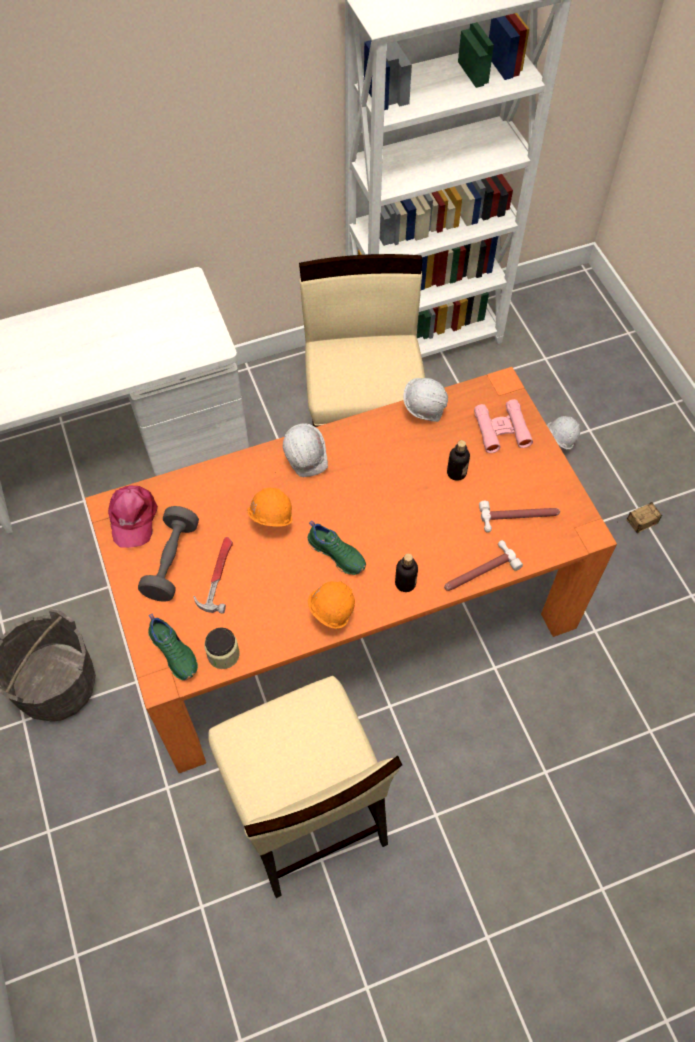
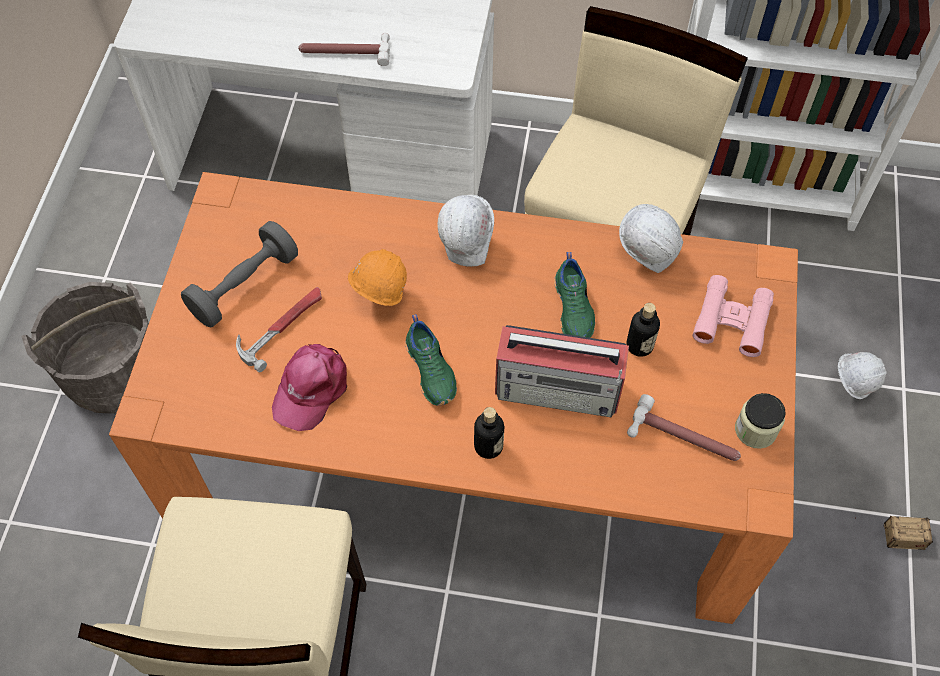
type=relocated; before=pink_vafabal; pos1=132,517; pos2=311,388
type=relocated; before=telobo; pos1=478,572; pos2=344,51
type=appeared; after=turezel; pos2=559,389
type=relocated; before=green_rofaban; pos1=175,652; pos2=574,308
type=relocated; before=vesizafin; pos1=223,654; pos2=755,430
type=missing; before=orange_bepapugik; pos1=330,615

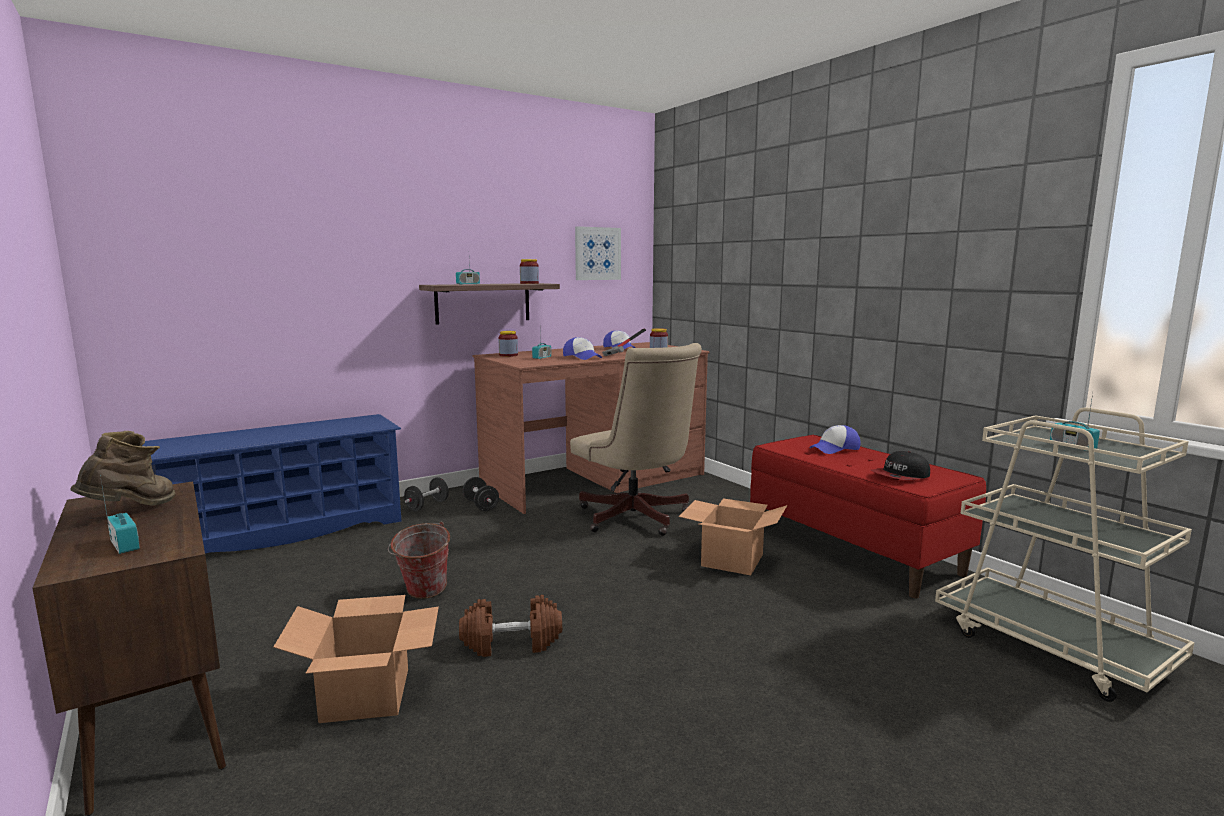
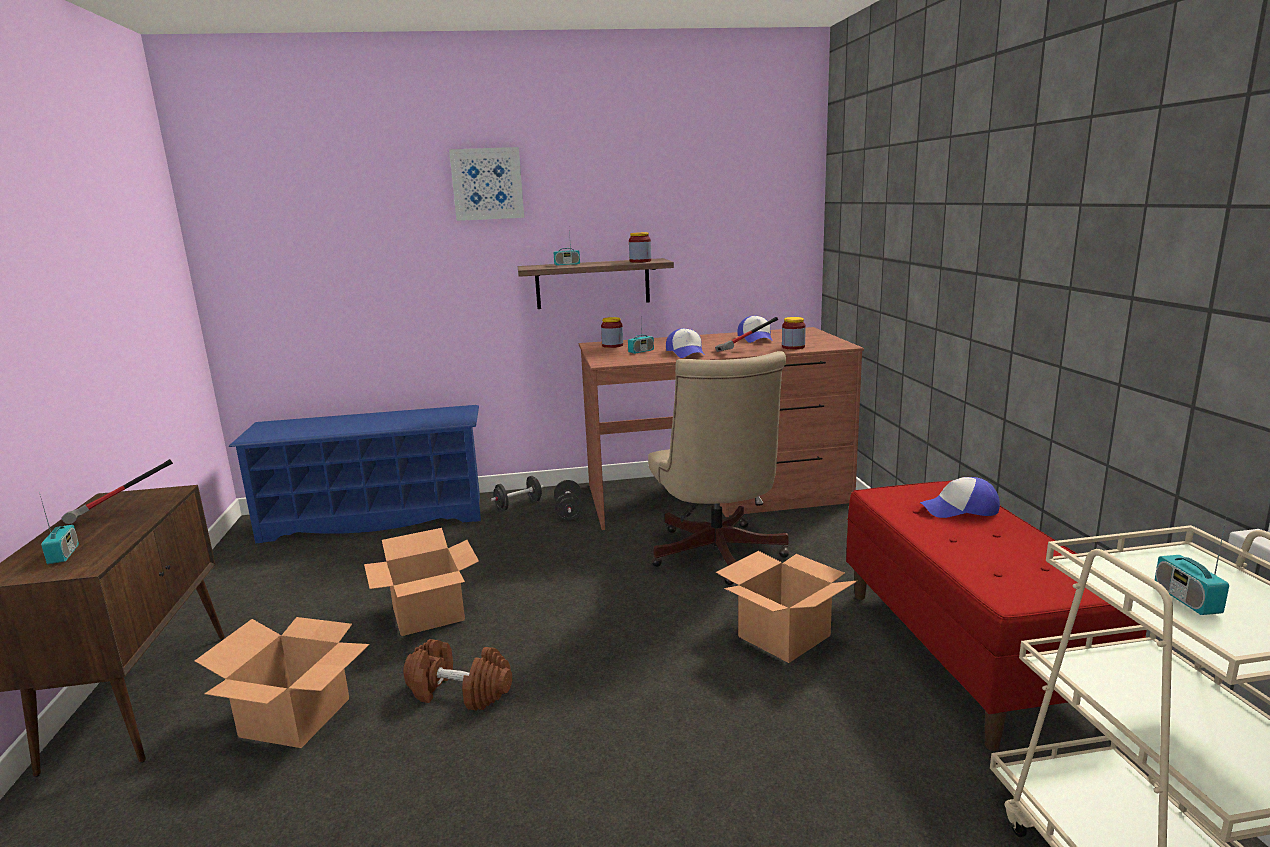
type=exchanged; before=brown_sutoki; after=telobo; pos1=133,511; pos2=116,515
type=exchanged; before=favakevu; after=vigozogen; pos1=422,594; pos2=429,613
type=relocated; before=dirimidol; pos1=597,253; pos2=487,184
type=missing; before=vafabal; pos1=900,476

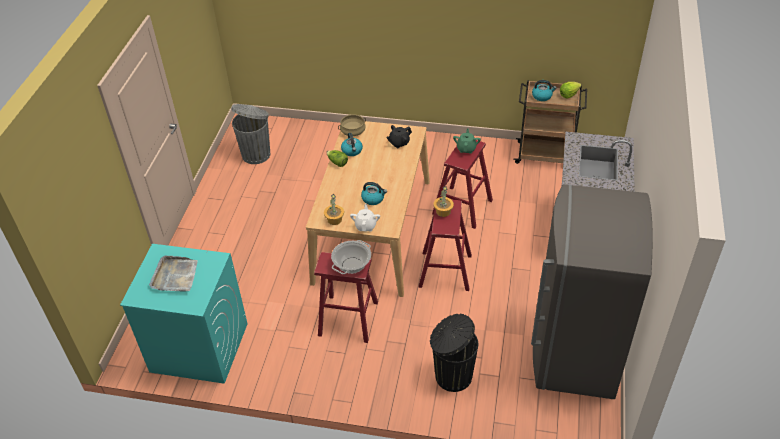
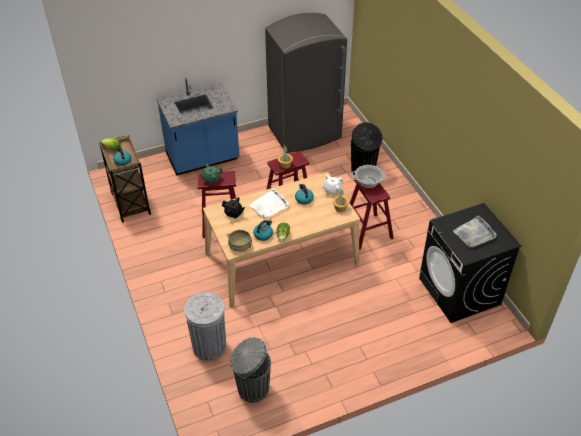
type=appeared; after=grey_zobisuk; pos2=209,346
type=appeared; after=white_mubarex; pos2=269,205
type=colour; before=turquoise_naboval; after=black_naboval; pos1=198,347; pos2=459,291

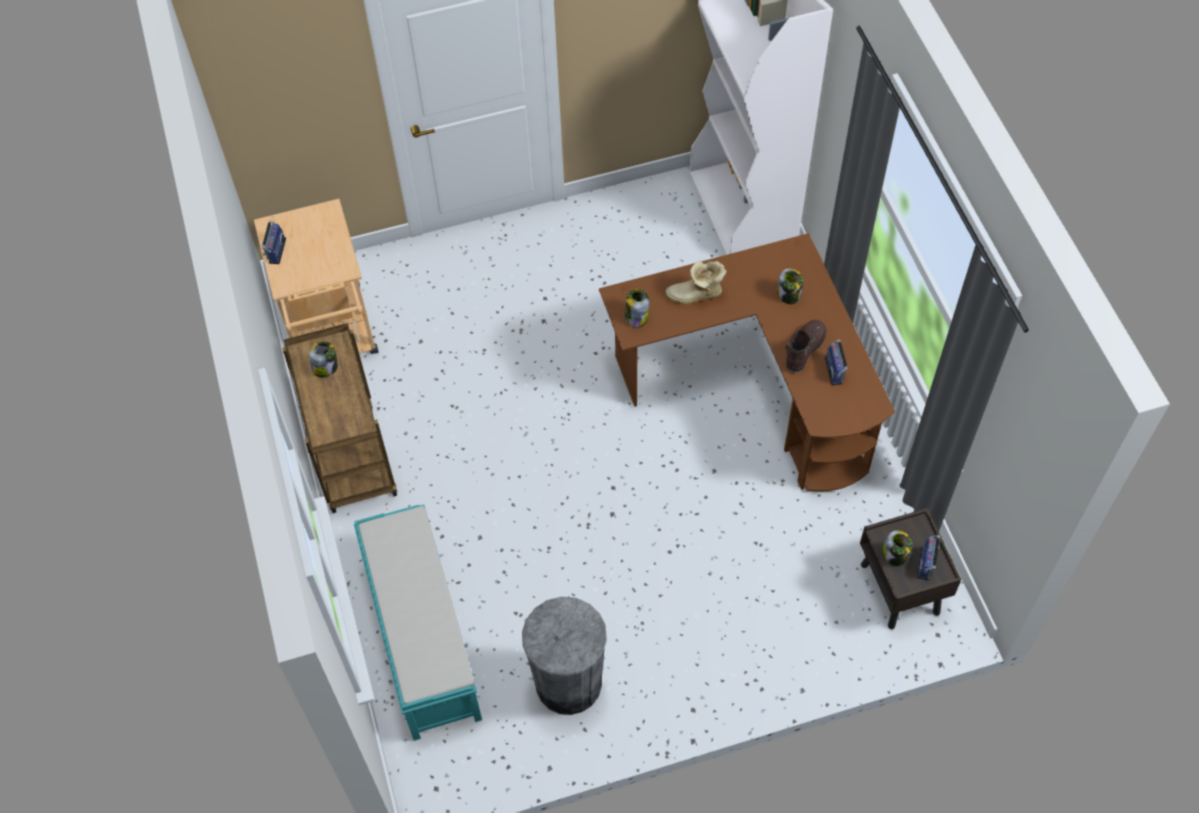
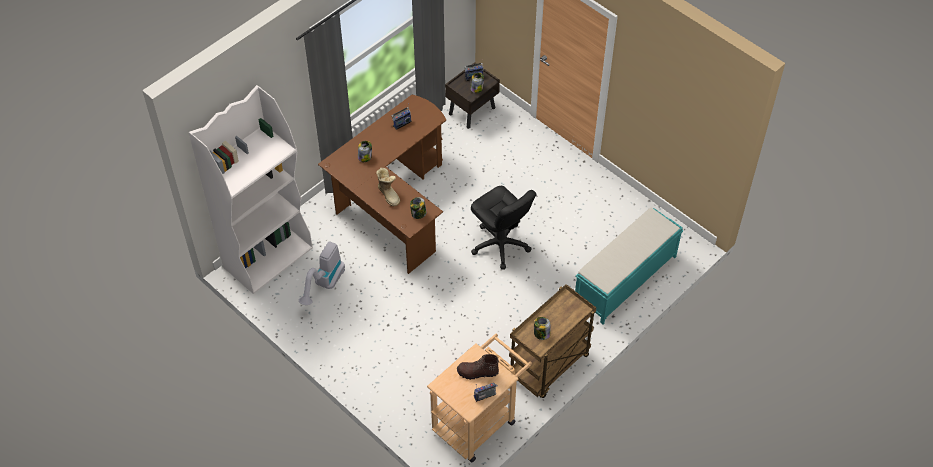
type=appeared; after=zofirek; pos2=324,285
type=relocated; before=brown_sutoki; pos1=804,349; pos2=477,373
type=appeared; after=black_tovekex; pos2=500,245
type=missing; before=grey_zobisuk; pos1=568,683

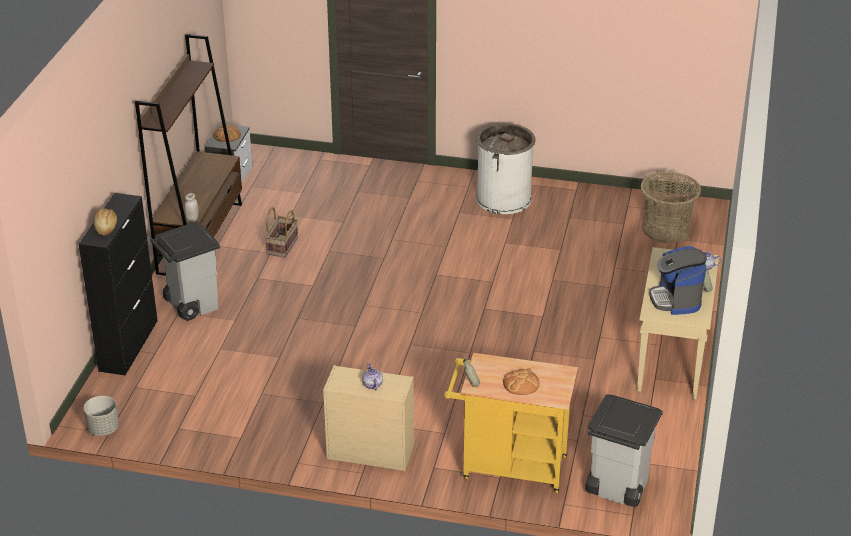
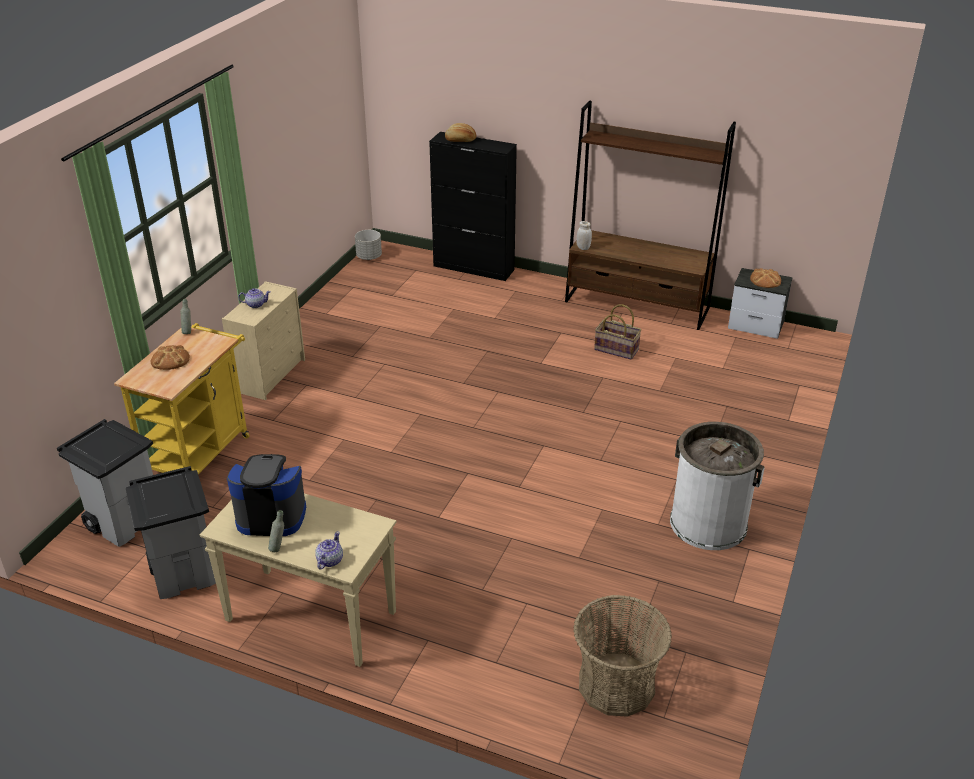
type=relocated; before=grey_zobisuk; pos1=191,305; pos2=185,573

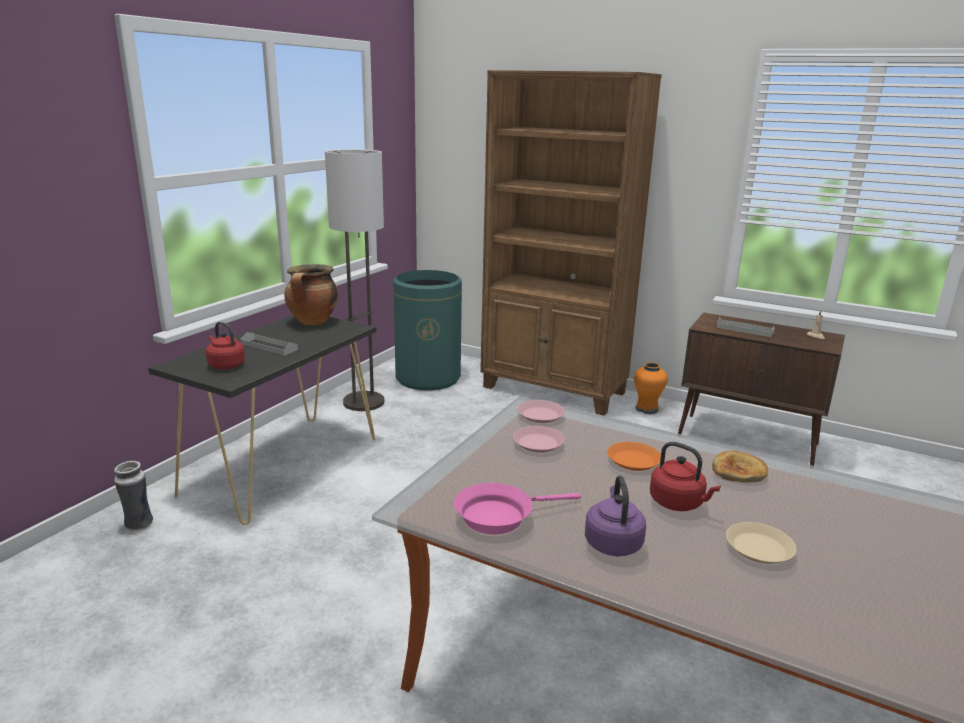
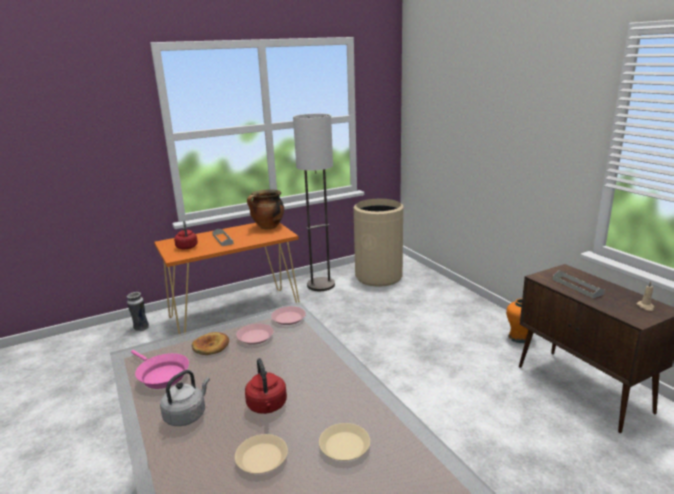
type=spun; before=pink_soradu; pos1=499,515; pos2=161,375; turn=-150
type=colour; before=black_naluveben; after=orange_naluveben; pos1=283,465; pos2=236,314
type=colour; before=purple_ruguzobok; after=grey_ruguzobok; pos1=612,542; pos2=187,415
type=relocated; before=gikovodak; pos1=739,471; pos2=211,346
type=appeared; after=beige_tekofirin; pos2=344,446
type=colour; before=green_zobisuk; after=beige_zobisuk; pos1=428,378; pos2=379,276
type=missing; before=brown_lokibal; pos1=554,390
type=missing; before=orange_tekofirin; pos1=633,460

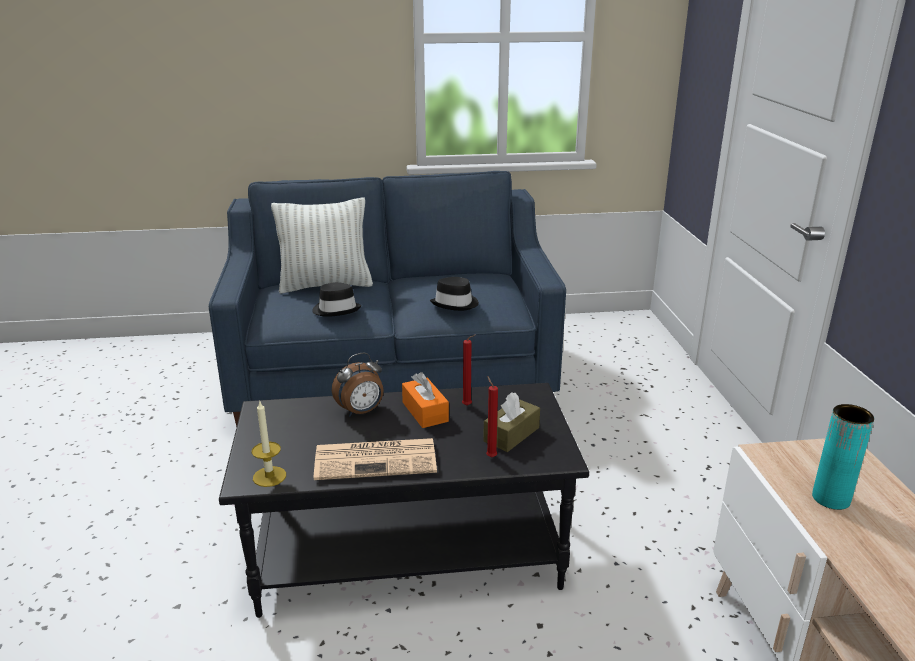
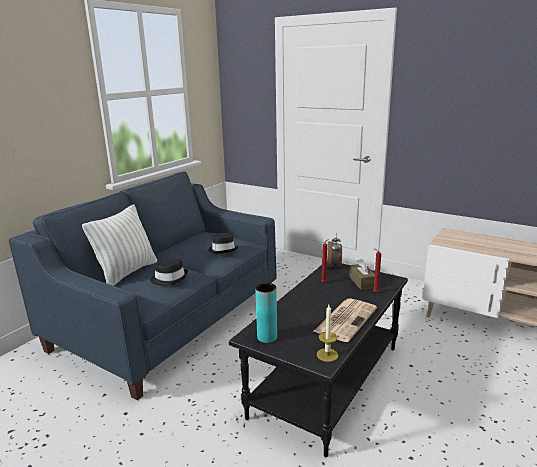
type=relocated; before=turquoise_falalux; pos1=831,498; pos2=267,337
type=relocated; before=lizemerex; pos1=361,412; pos2=334,266
type=missing; before=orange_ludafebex; pos1=425,412

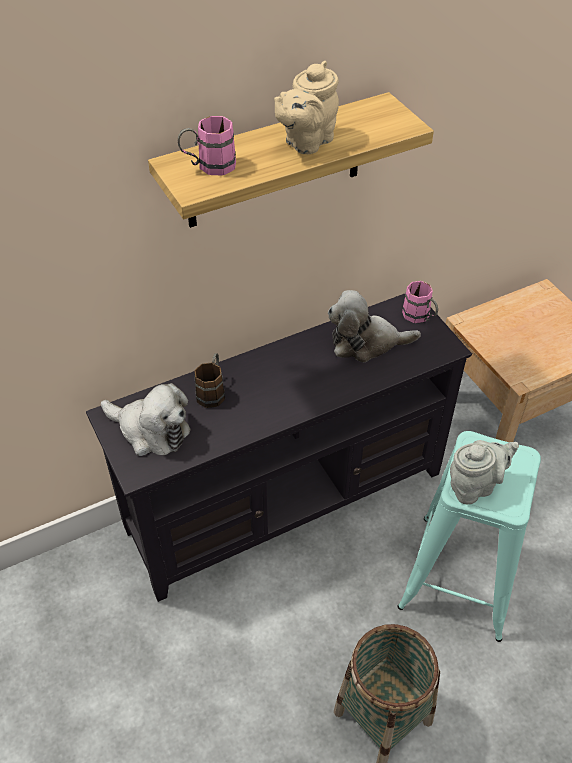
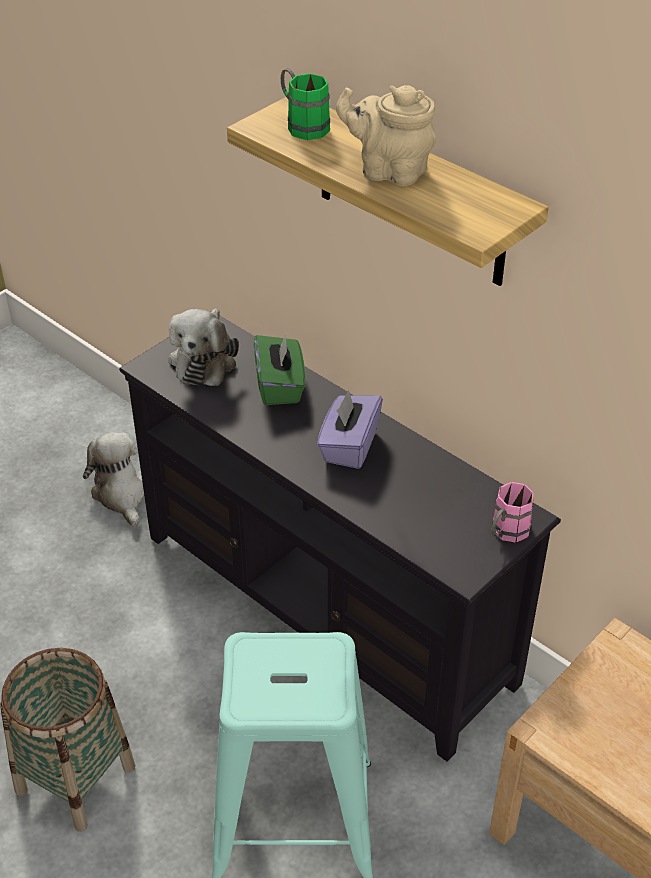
type=relocated; before=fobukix; pos1=366,342; pos2=121,494
type=exchanged; before=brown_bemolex; after=green_ludafebex; pos1=212,391; pos2=280,386
type=colour; before=pink_bemolex; after=green_bemolex; pos1=208,166; pos2=302,125
type=appeared; after=purple_ludafebex; pos2=349,446
type=missing; before=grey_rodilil; pos1=474,486

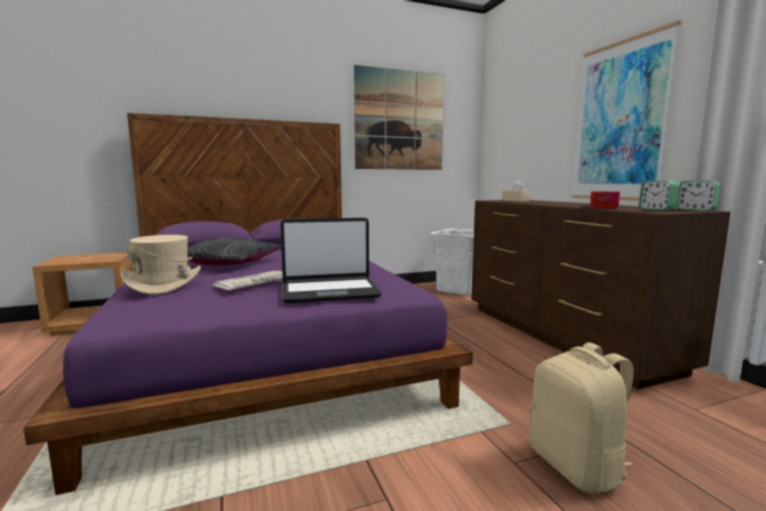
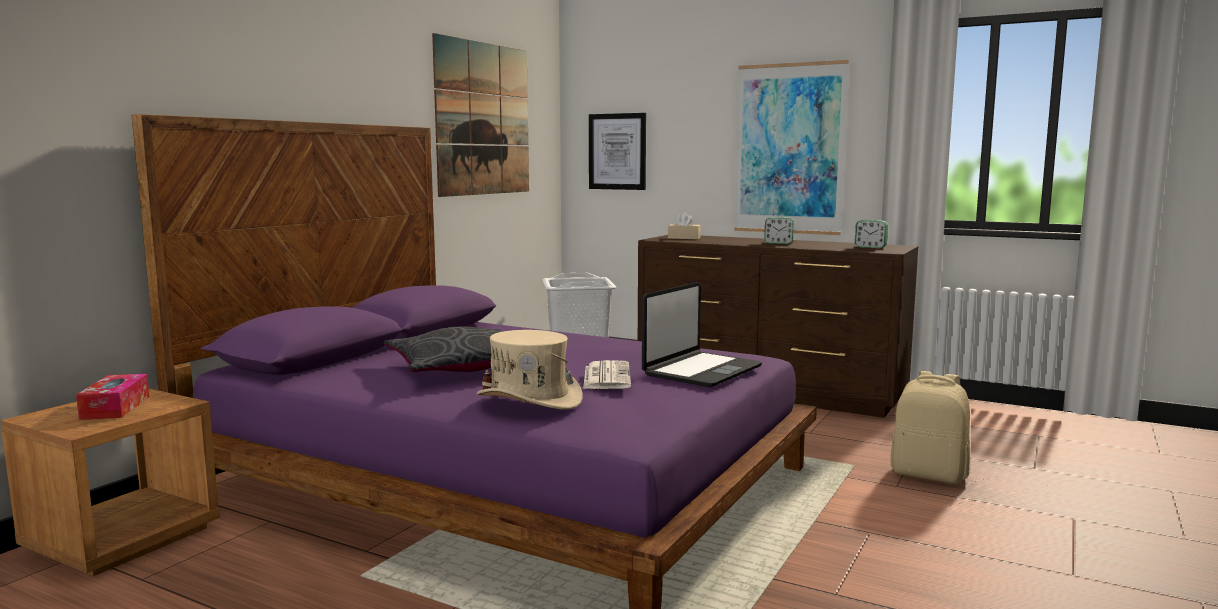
type=relocated; before=ludafebex; pos1=604,207; pos2=115,407
type=appeared; after=dirimidol; pos2=617,151
type=relocated; before=lizemerex; pos1=696,210; pos2=778,243

